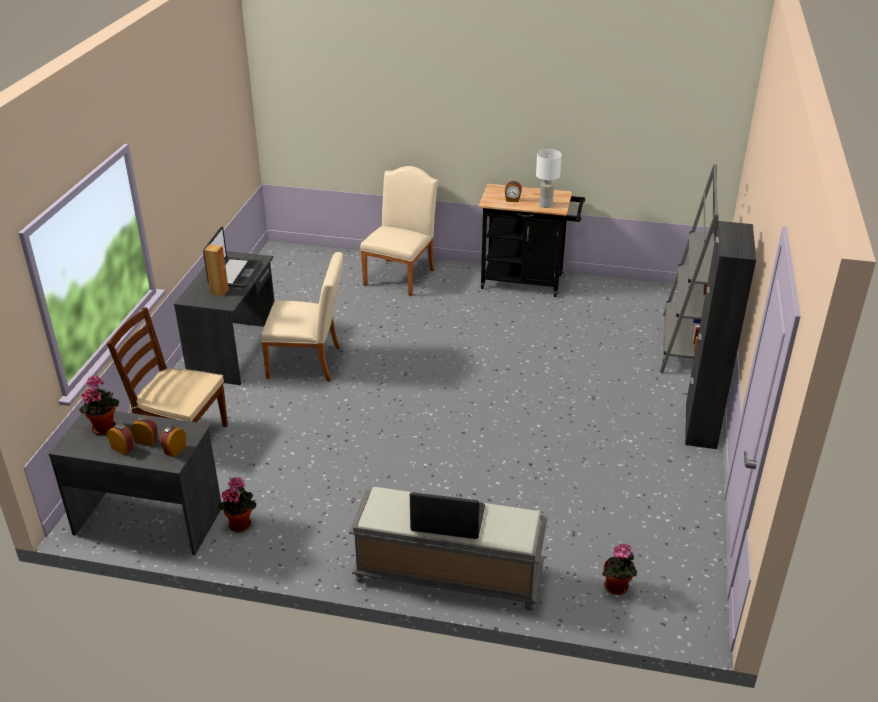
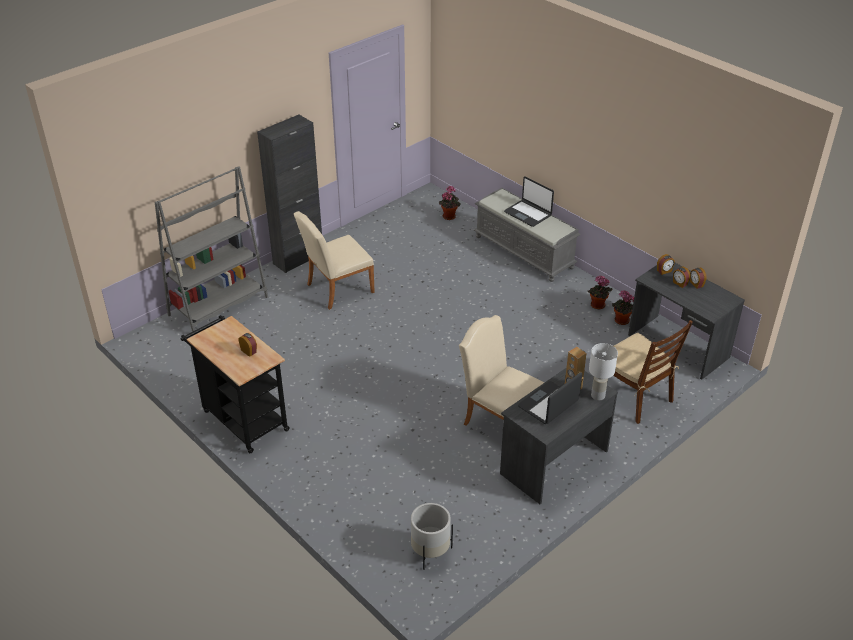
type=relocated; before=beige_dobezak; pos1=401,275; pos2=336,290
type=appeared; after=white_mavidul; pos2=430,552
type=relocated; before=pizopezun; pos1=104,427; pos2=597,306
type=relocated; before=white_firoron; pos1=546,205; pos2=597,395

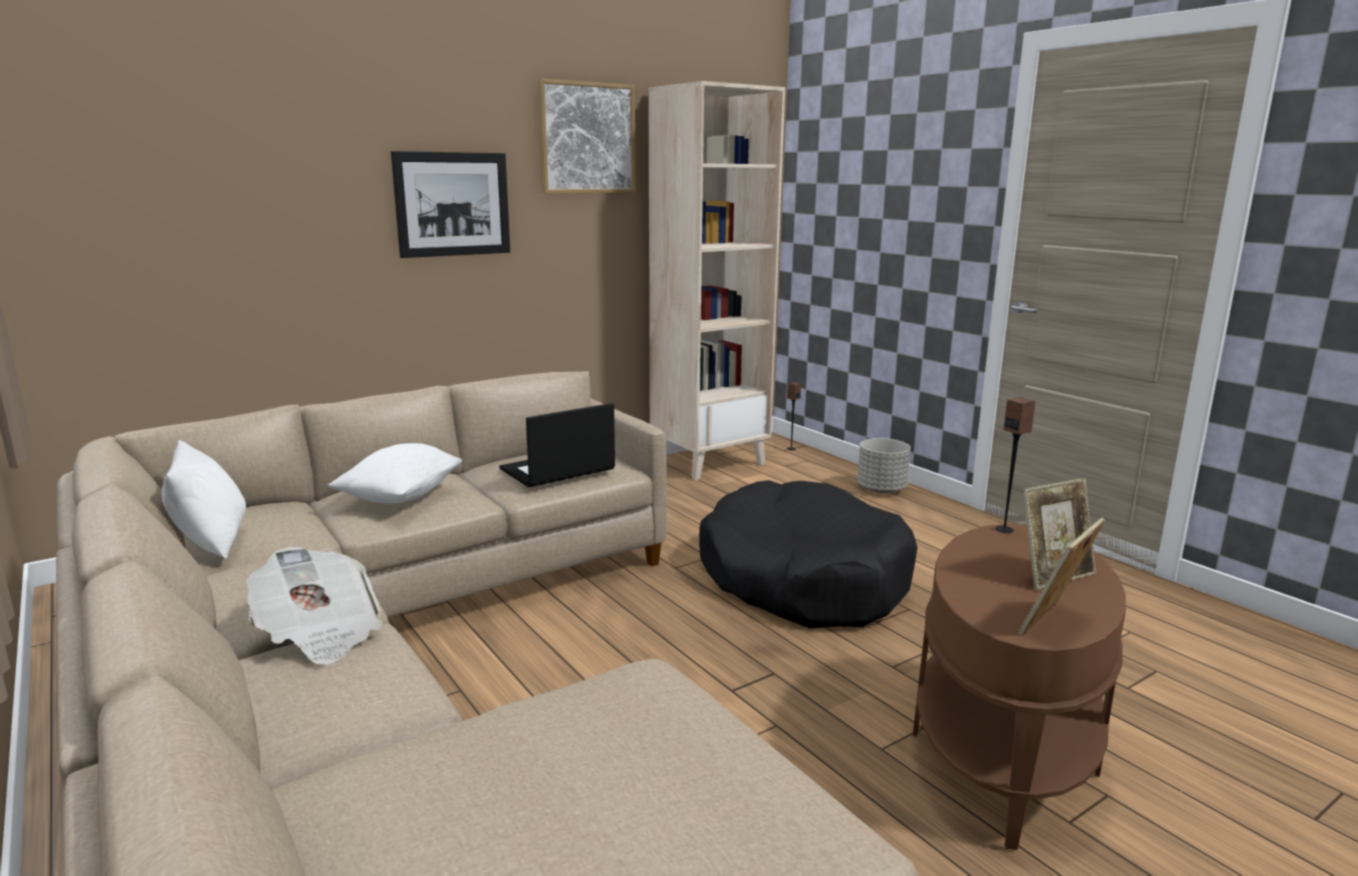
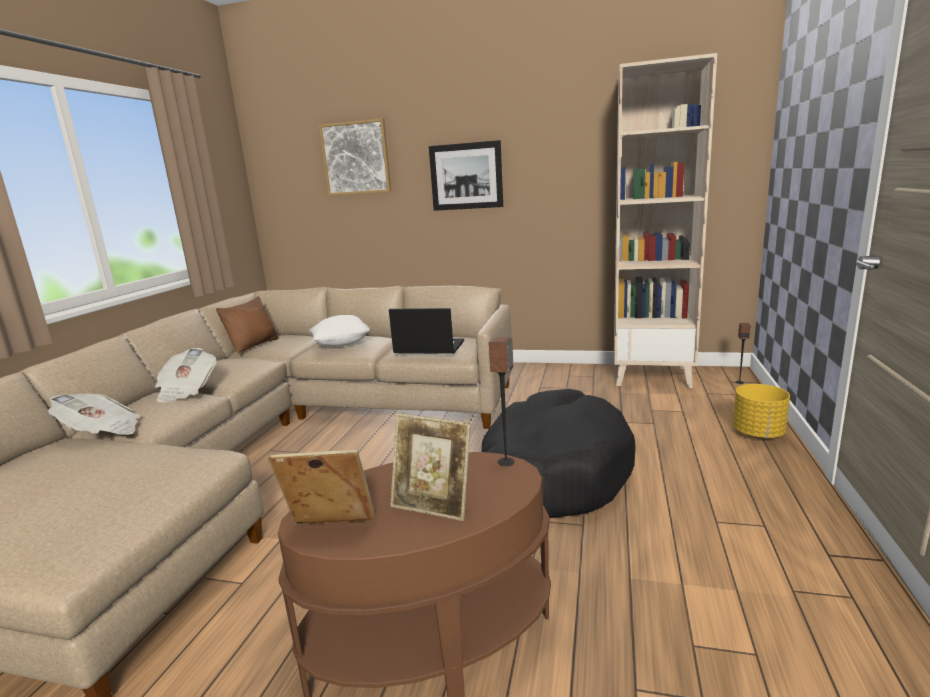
type=appeared; after=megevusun; pos2=102,432
type=colour; before=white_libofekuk; after=brown_libofekuk; pos1=212,541; pos2=253,345
type=relocated; before=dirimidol; pos1=587,138; pos2=356,158
type=colour; before=grey_mavidul; after=yellow_mavidul; pos1=881,489; pos2=758,434

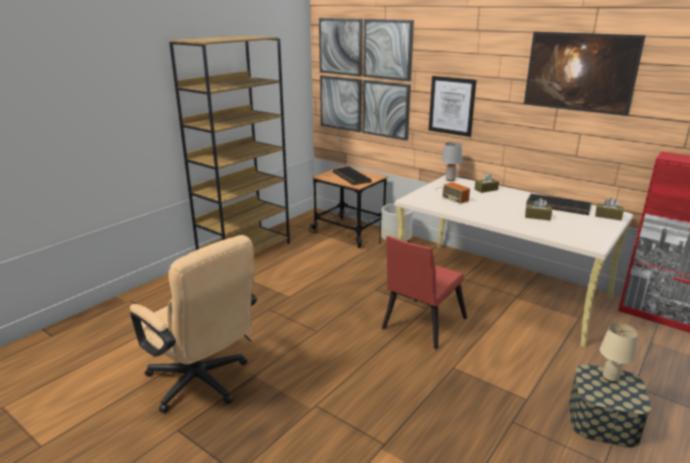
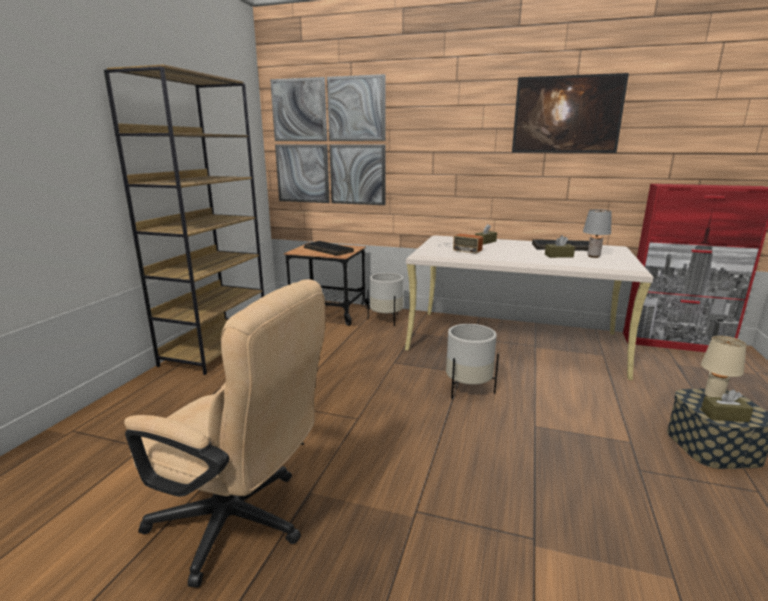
type=exchanged; before=red_dobezak; after=white_mavidul; pos1=420,325; pos2=468,389
type=relocated; before=grey_firoron; pos1=450,180; pos2=593,256
type=relocated; before=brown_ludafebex; pos1=608,216; pos2=724,415
type=missing; before=dirimidol; pos1=451,106

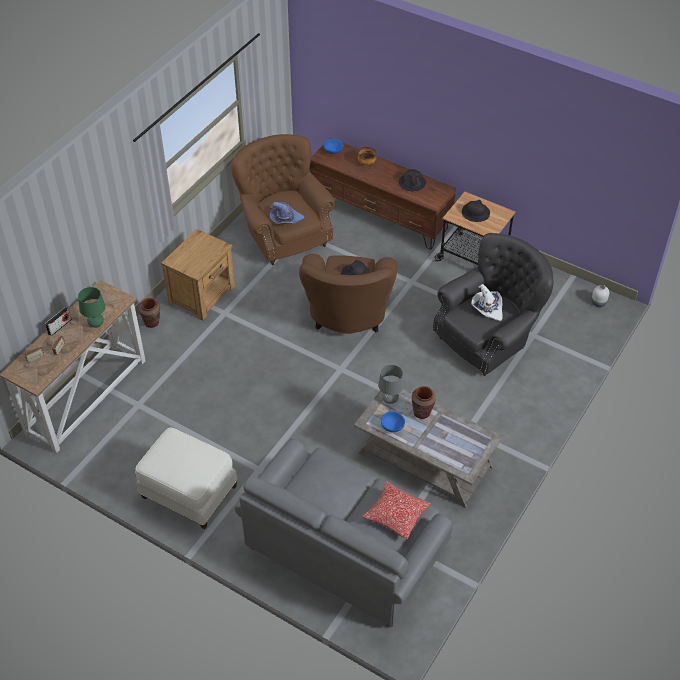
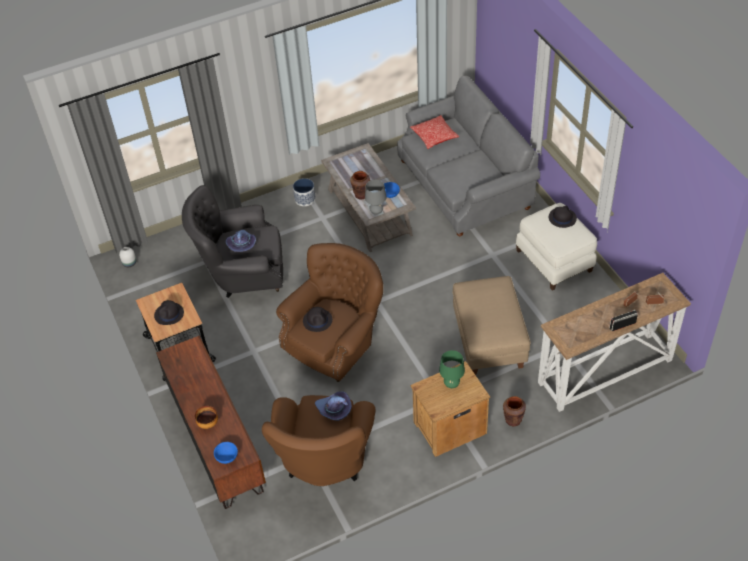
type=colour; before=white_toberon; after=purple_toberon; pos1=487,308; pos2=242,244
type=appeared; after=mavidul; pos2=305,199
type=relocated; before=green_firoron; pos1=96,324; pos2=451,384
type=appeared; after=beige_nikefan; pos2=489,340
type=relocated; before=black_toberon; pos1=412,182; pos2=562,218

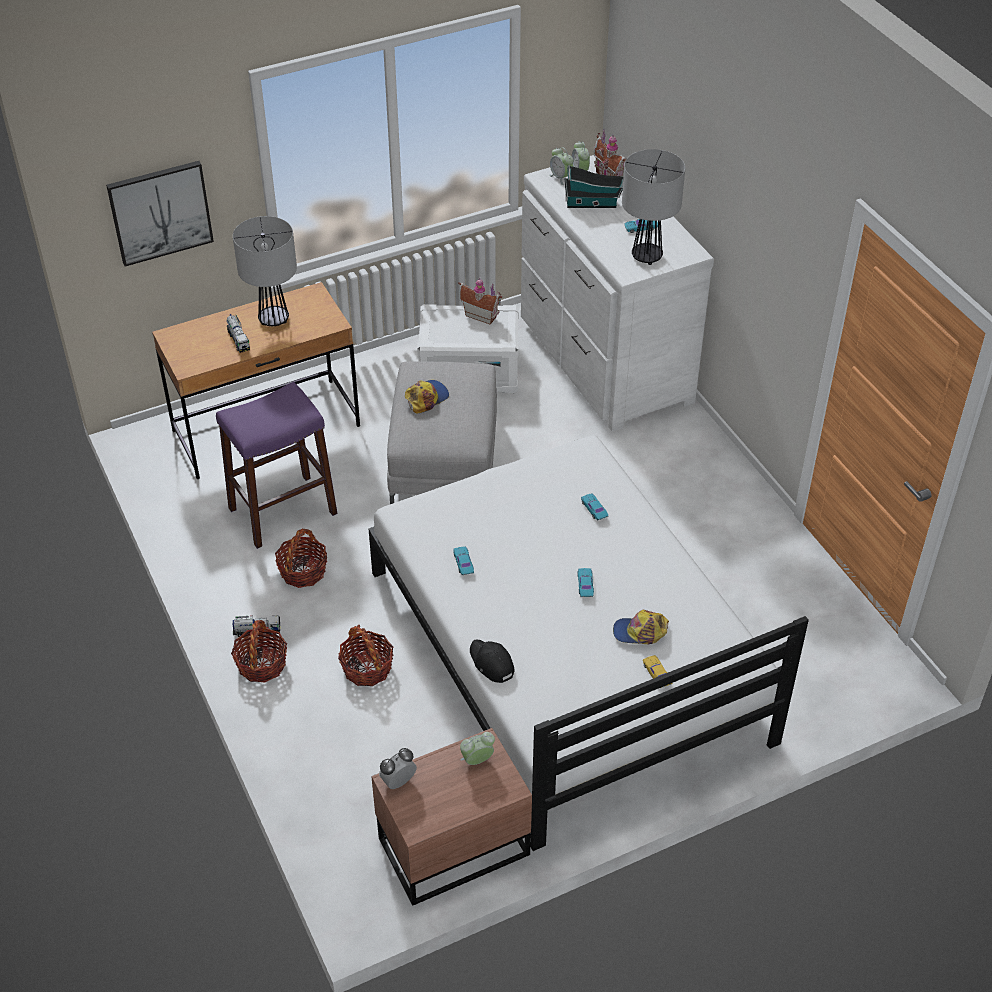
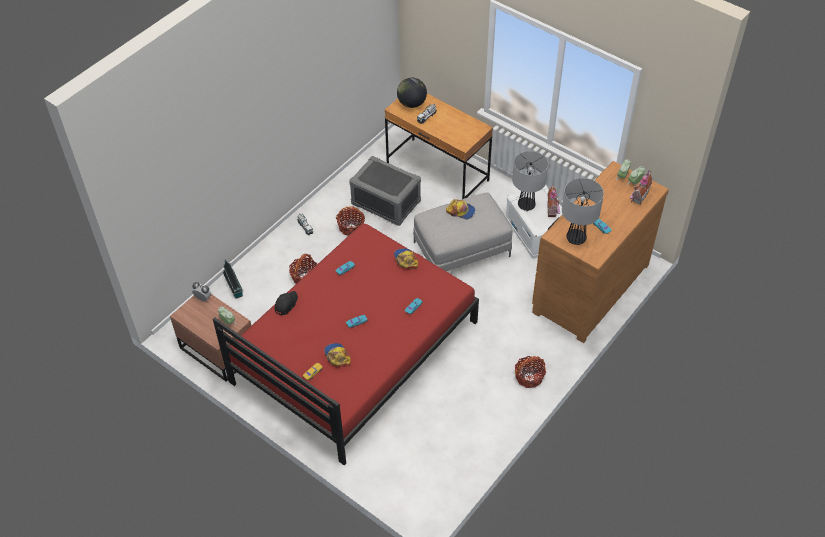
type=colour; before=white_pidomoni; after=red_pidomoni; pos1=566,655; pos2=355,351
type=relocated; before=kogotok; pos1=593,204; pos2=234,287
type=exchanged; before=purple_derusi; after=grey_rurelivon; pos1=282,511; pos2=385,202
type=appeared; after=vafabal; pos2=405,260
type=appeared; after=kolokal; pos2=412,104
type=relocated; before=firoron; pos1=273,320; pos2=526,205
type=relocated; before=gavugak; pos1=261,664; pos2=529,377
type=colour; before=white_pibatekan; after=brown_pibatekan; pos1=603,361; pos2=588,287
type=missing; before=dirimidol; pos1=160,212

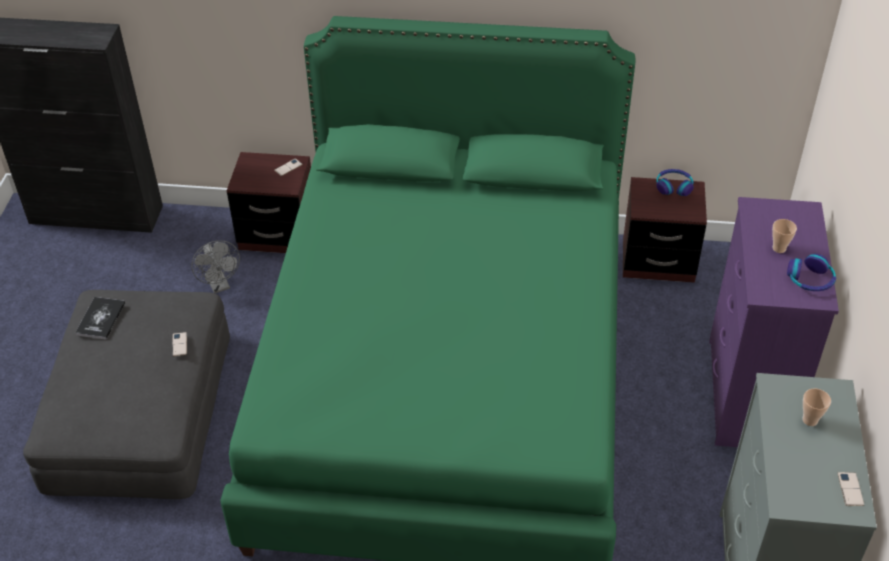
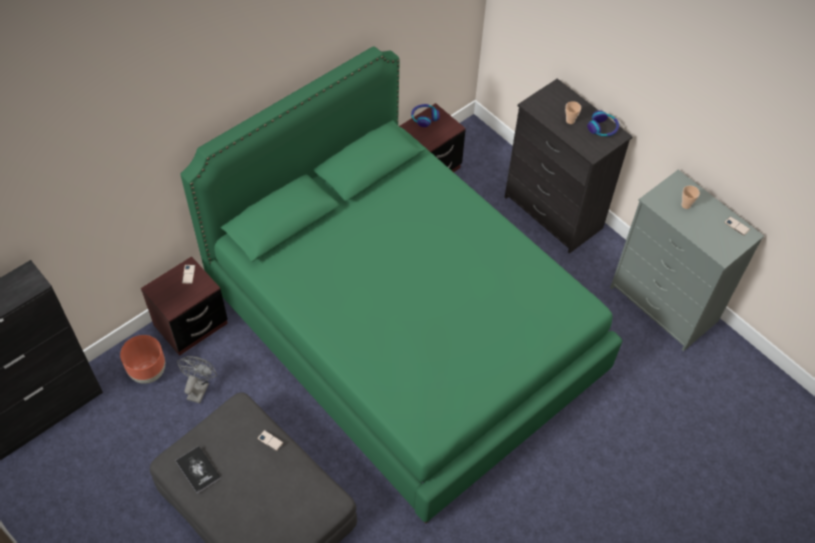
type=appeared; after=brown_mavidul; pos2=148,371
type=spun; before=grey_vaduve; pos1=220,285; pos2=199,388; turn=-90
type=colour; before=purple_pibatekan; after=black_pibatekan; pos1=747,395; pos2=553,213

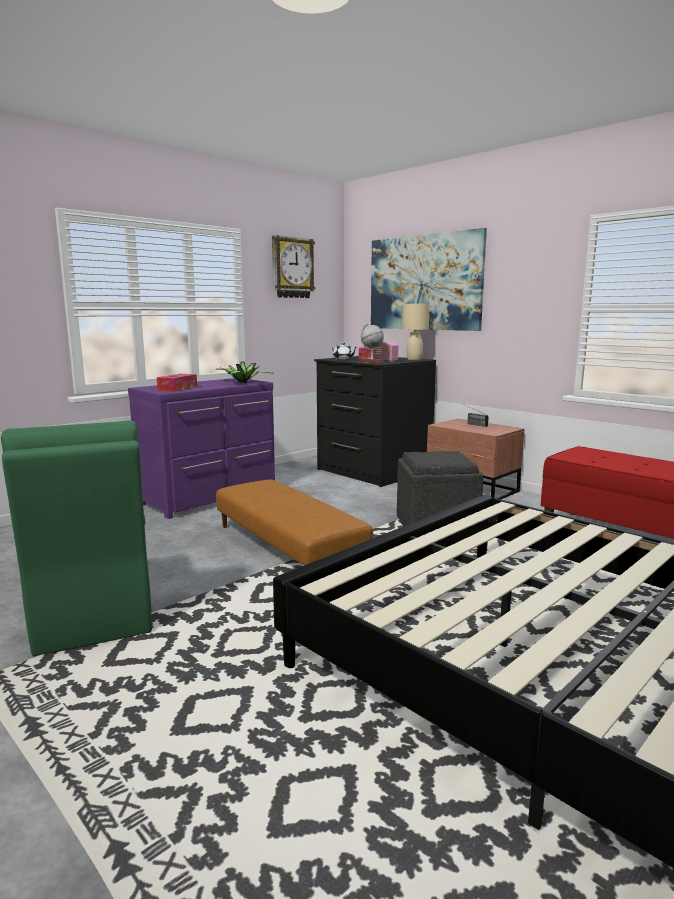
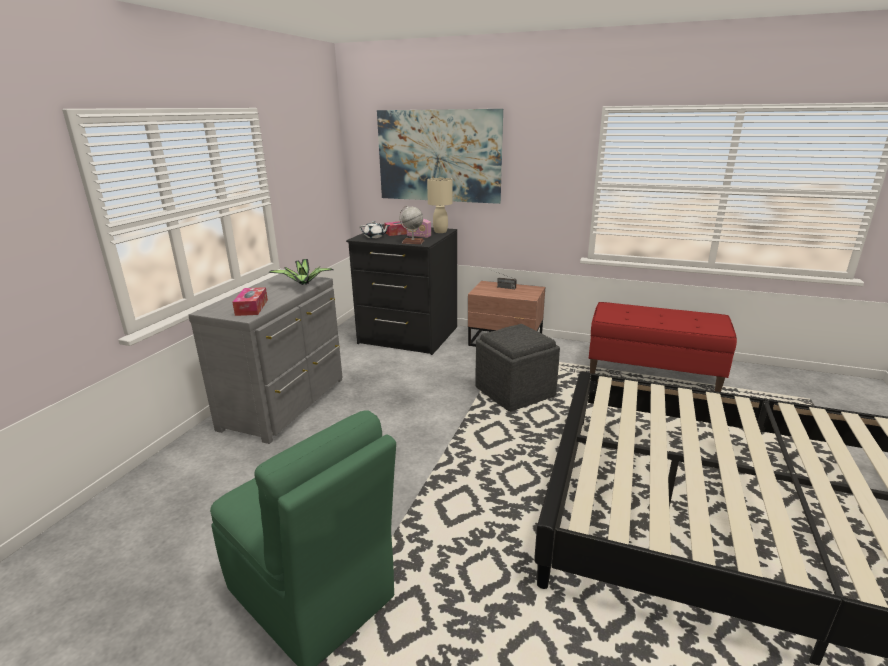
type=colour; before=purple_pibatekan; after=grey_pibatekan; pos1=211,497; pos2=287,403
type=missing; before=brown_nikefan; pos1=287,546
type=missing; before=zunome; pos1=292,268

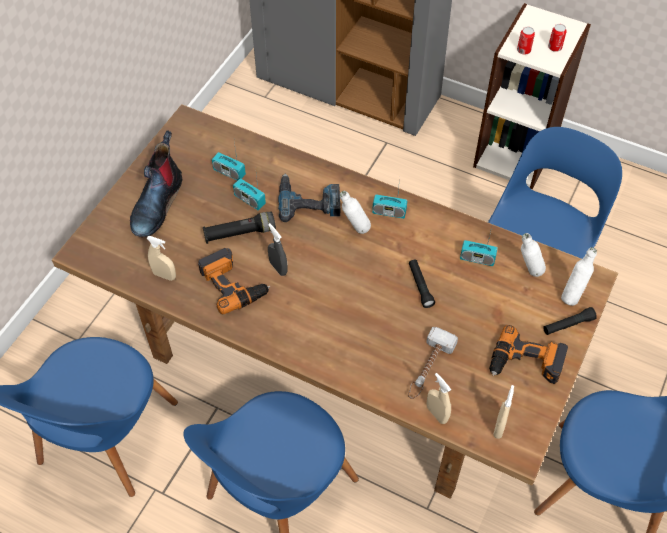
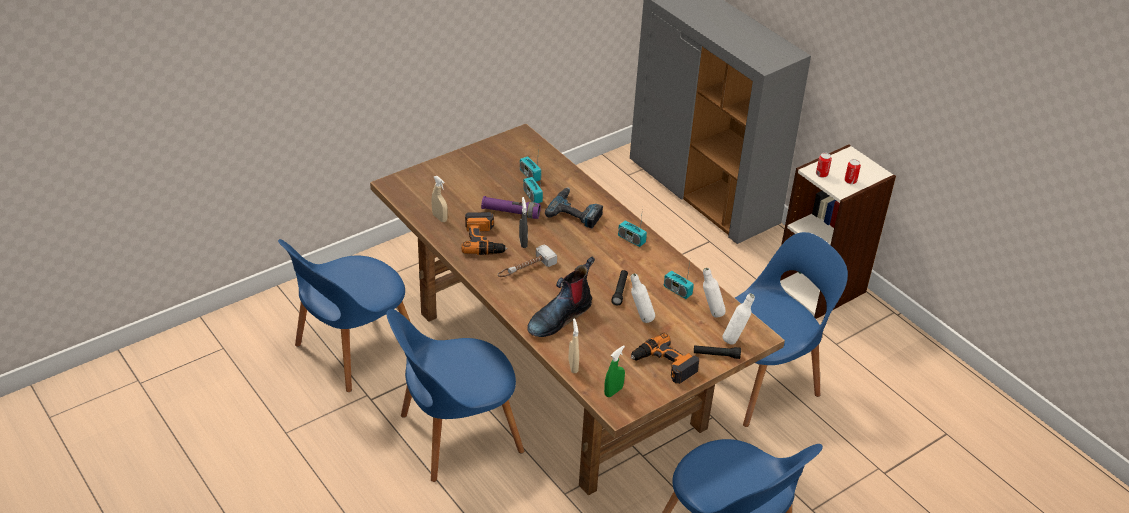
type=colour; before=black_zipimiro; after=purple_zipimiro; pos1=240,233; pos2=510,213
type=relocated; before=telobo; pos1=428,368; pos2=525,268
type=relocated; before=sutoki; pos1=157,203; pos2=559,316
type=colour; before=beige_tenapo; after=green_tenapo; pos1=499,427; pos2=613,391
type=relocated; before=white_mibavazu; pos1=355,230; pos2=640,318

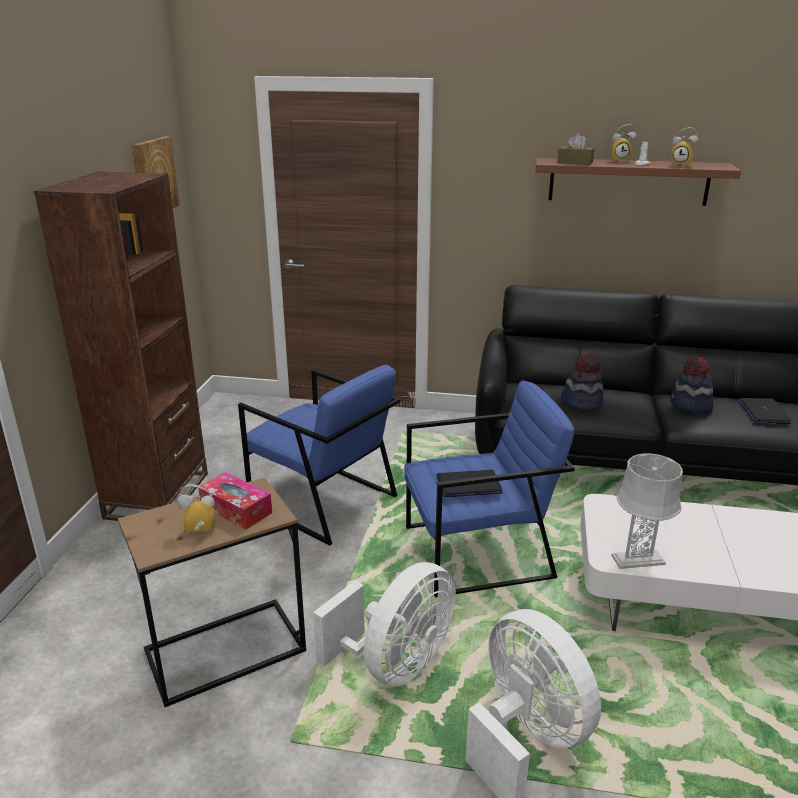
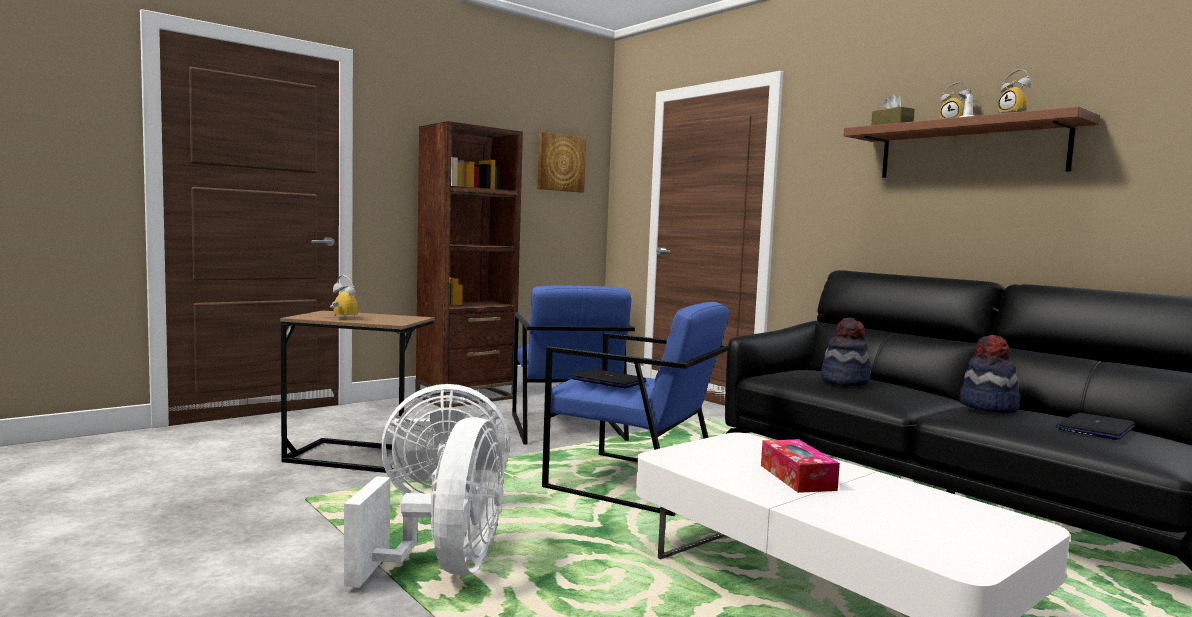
type=relocated; before=ludafebex; pos1=236,509; pos2=797,477
type=missing; before=grey_firoron; pos1=637,560

